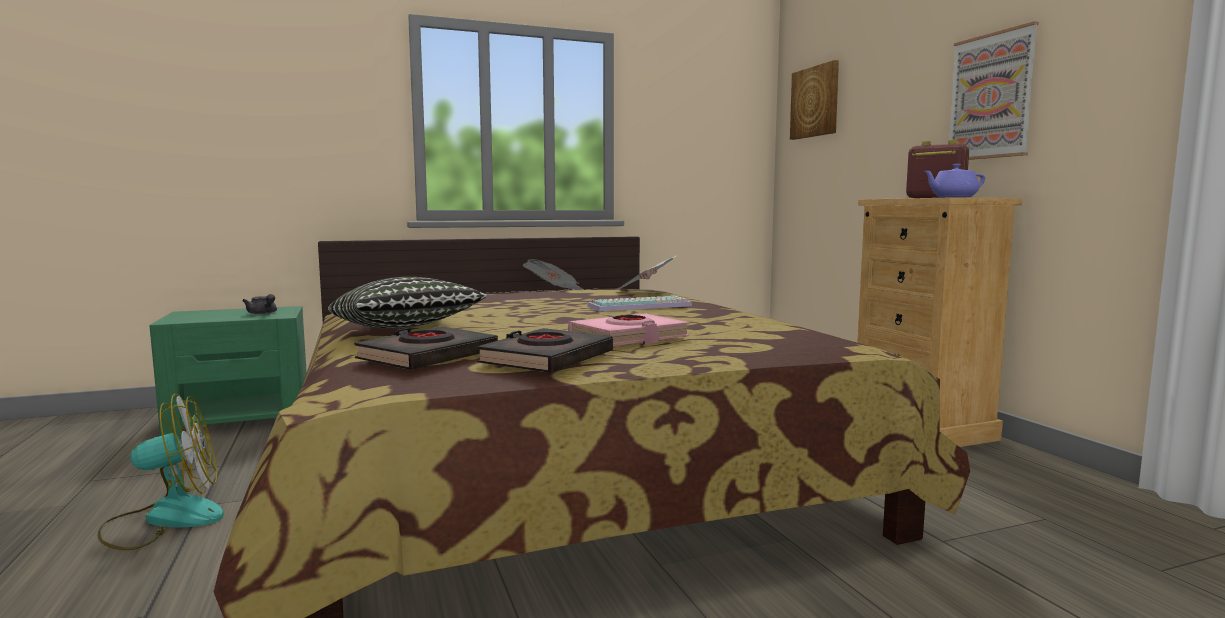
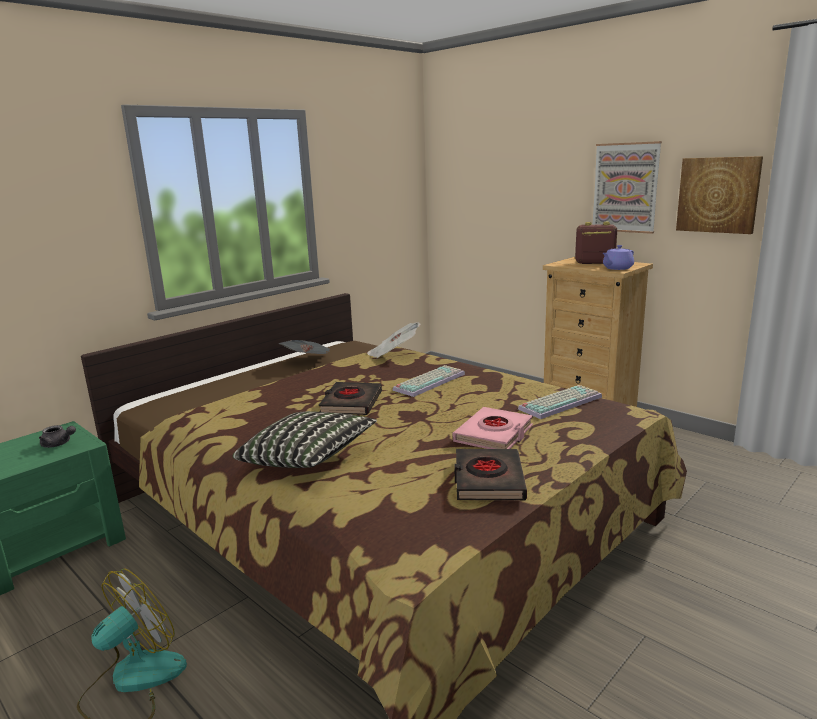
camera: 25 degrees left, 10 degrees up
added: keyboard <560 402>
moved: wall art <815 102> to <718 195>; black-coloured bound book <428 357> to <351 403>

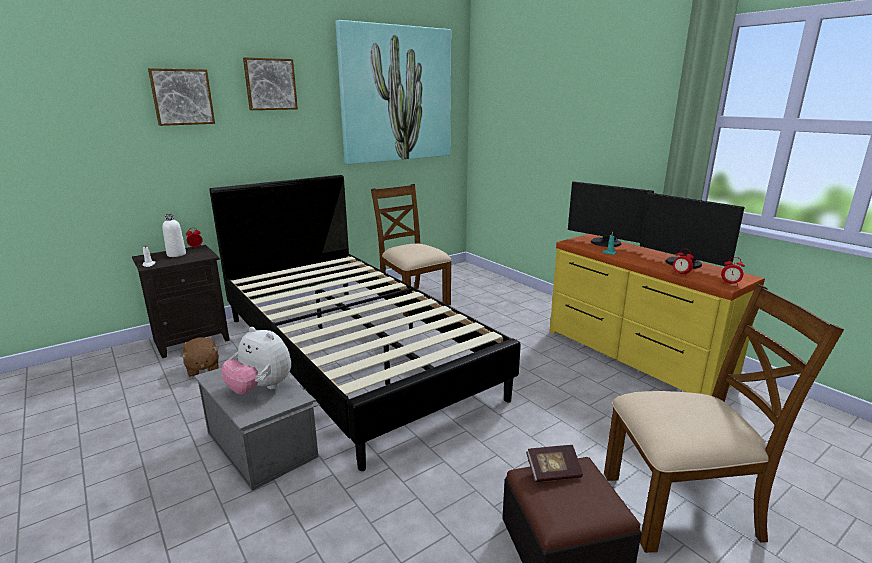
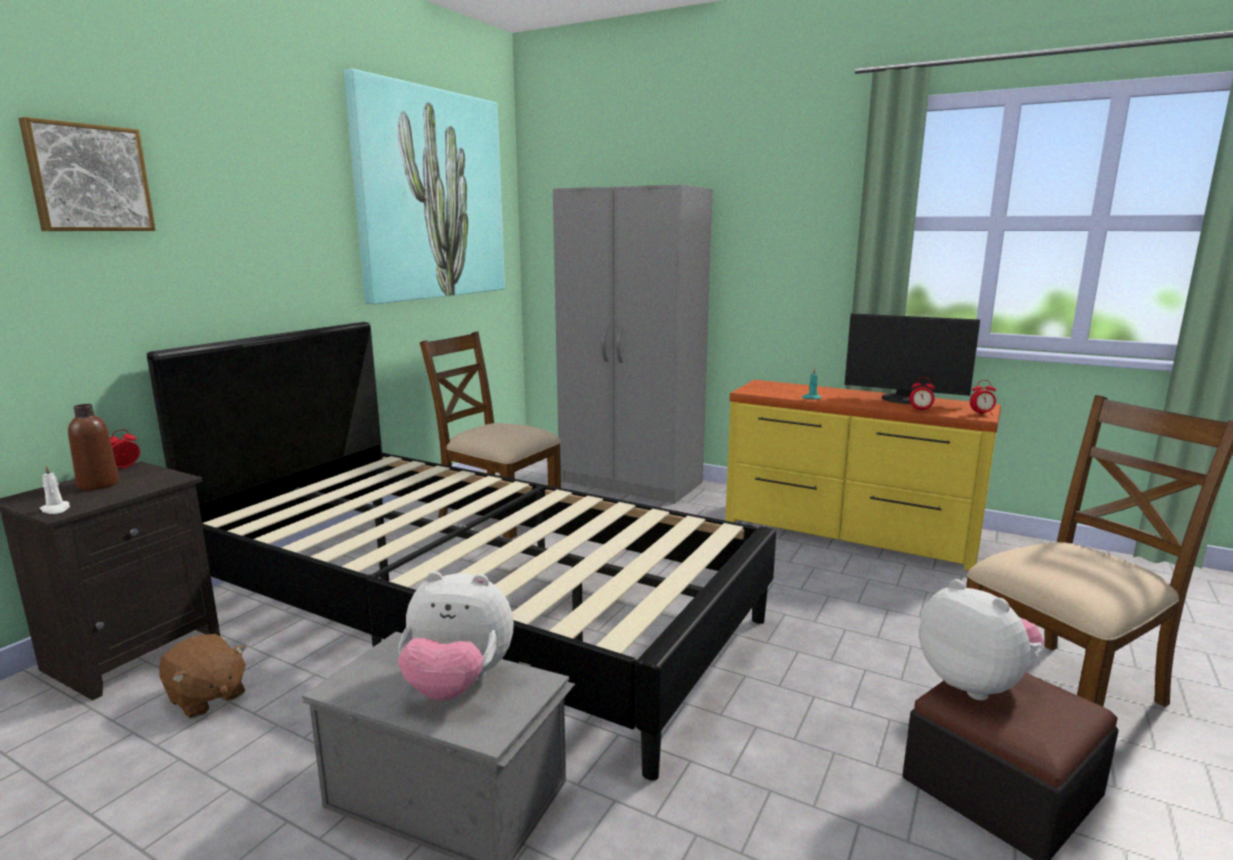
camera: 25 degrees left, 5 degrees down
removed: wall art <270 84>; computer screen <605 243>
added: grey armoire <632 483>
replaced: bound book <553 472> to soft toy <974 683>
recoloured: white-coloured beverage bottle <176 254> to brown-coloured beverage bottle <98 485>

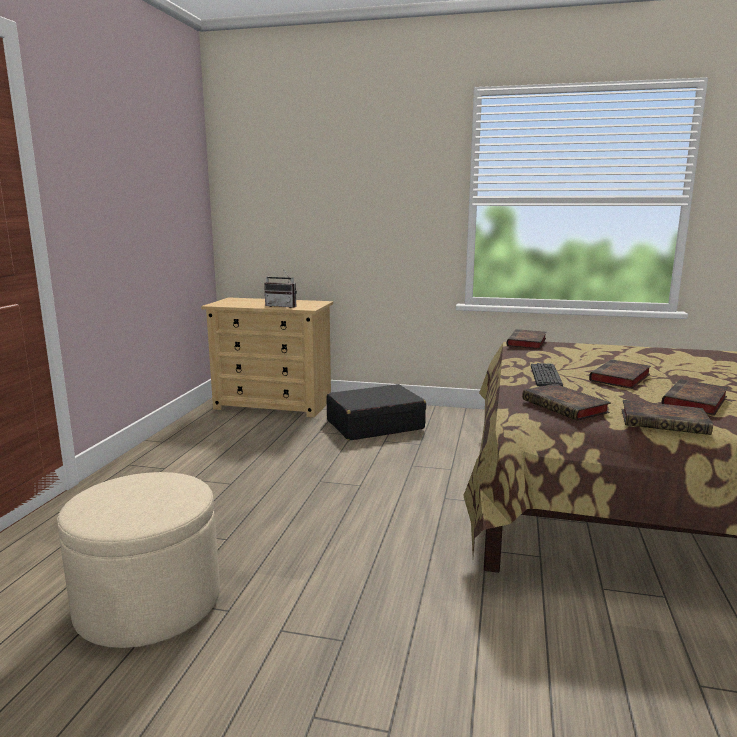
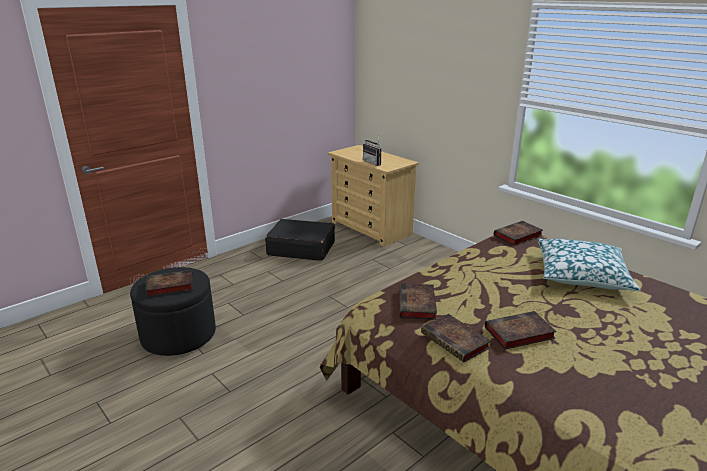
camera: 35 degrees right, 10 degrees up
removed: keyboard <545 376>
added: pillow <581 274>
moved: bound book <620 378> to <169 286>; black-coloured suitcase <374 425> to <301 248>
recoloured: sand-coloured ottoman <148 603> to black-coloured ottoman <179 335>

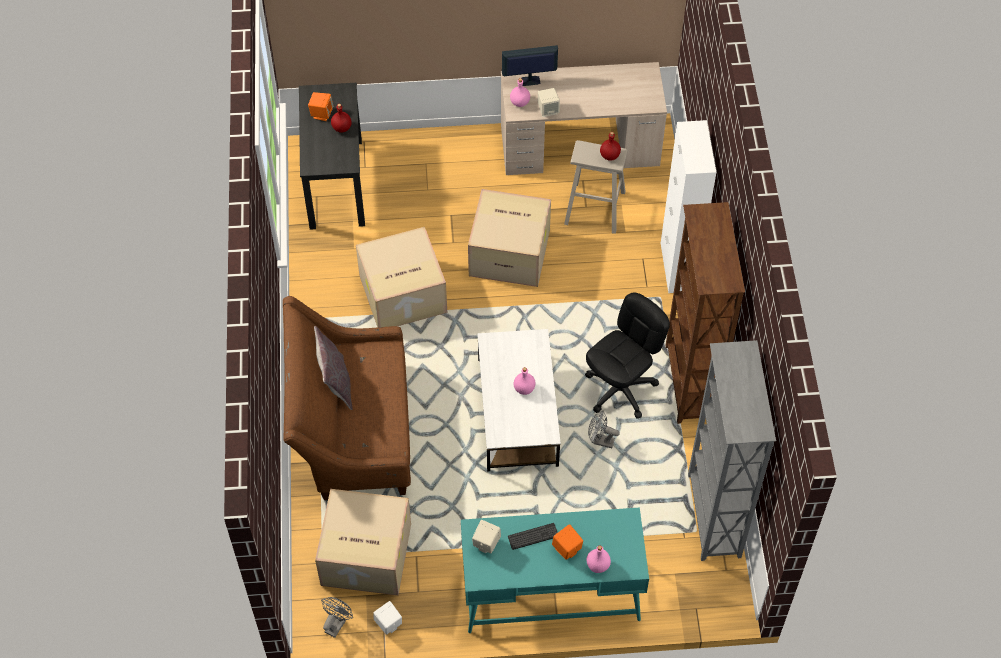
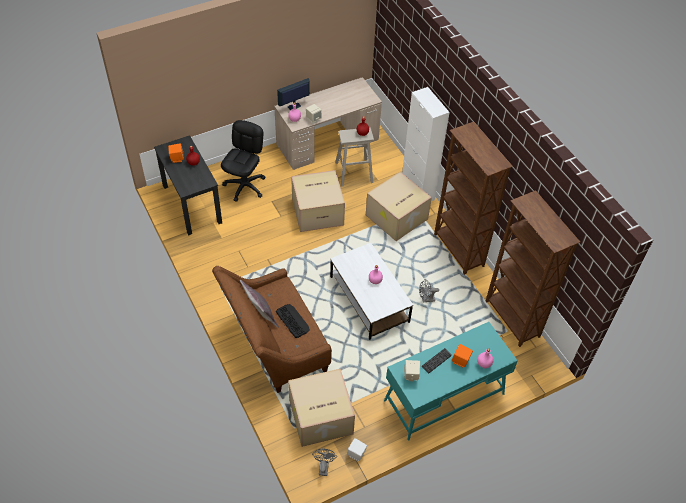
camera: 25 degrees left, 5 degrees down
added: keyboard <292 321>
moved: cardboard box <402 295> to <396 218>; black-coloured office chair <621 389> to <245 186>
recoloured: grey bookcase <713 516> to brown-coloured bookcase <512 319>

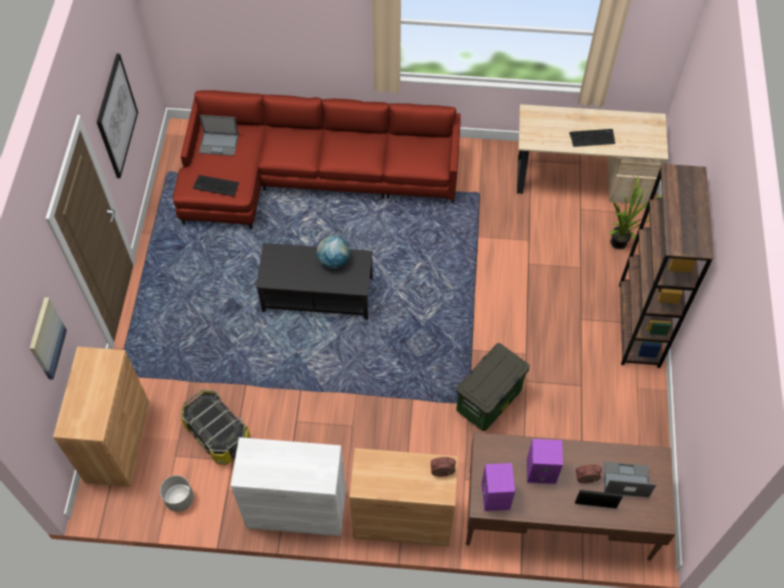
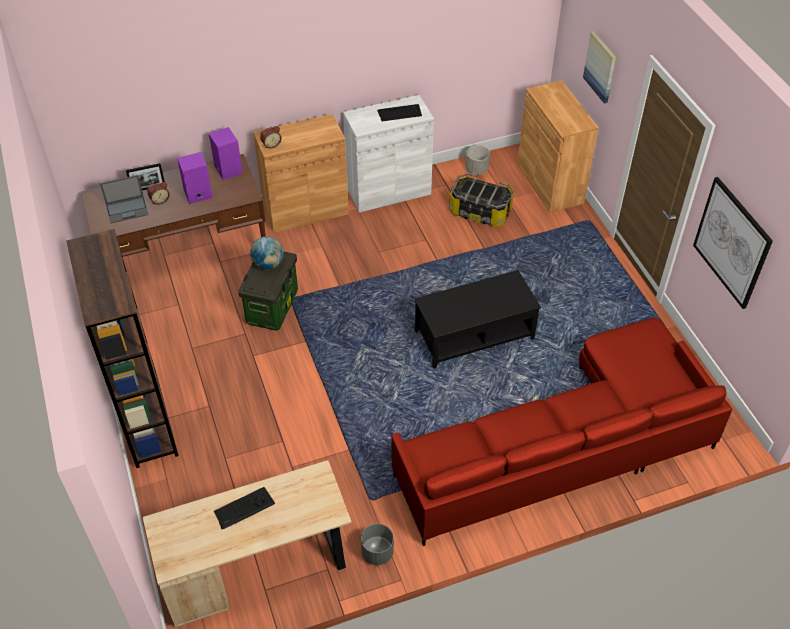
camera: 155 degrees right, 10 degrees down
removed: laptop <219 144>; potted plant <622 245>
added: grey plant pot <377 553>
moved: keyboard <216 186> to <399 113>; world globe <334 260> to <268 264>

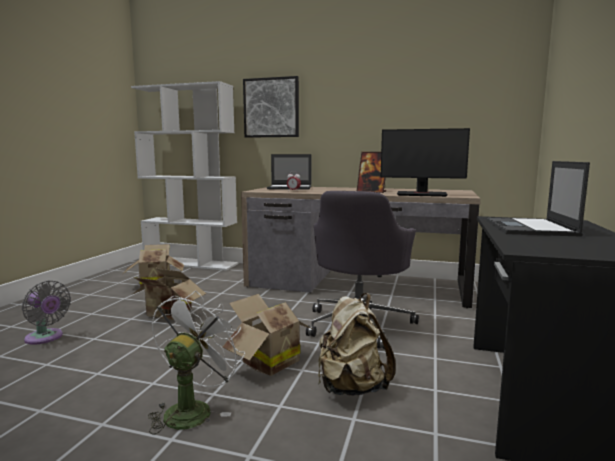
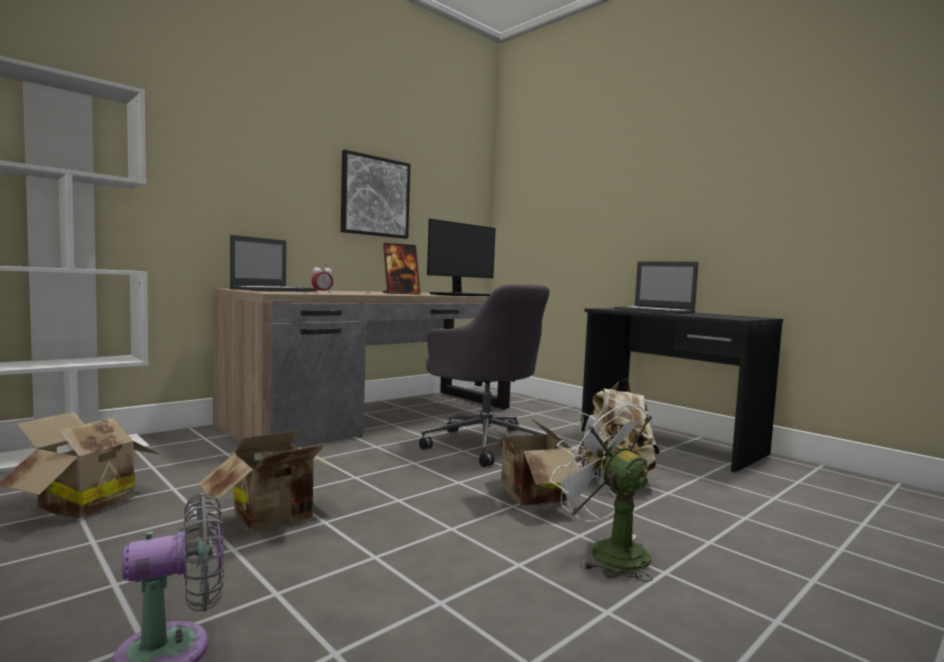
camera: 60 degrees left, 5 degrees down
moved: wall art <271 108> to <375 196>

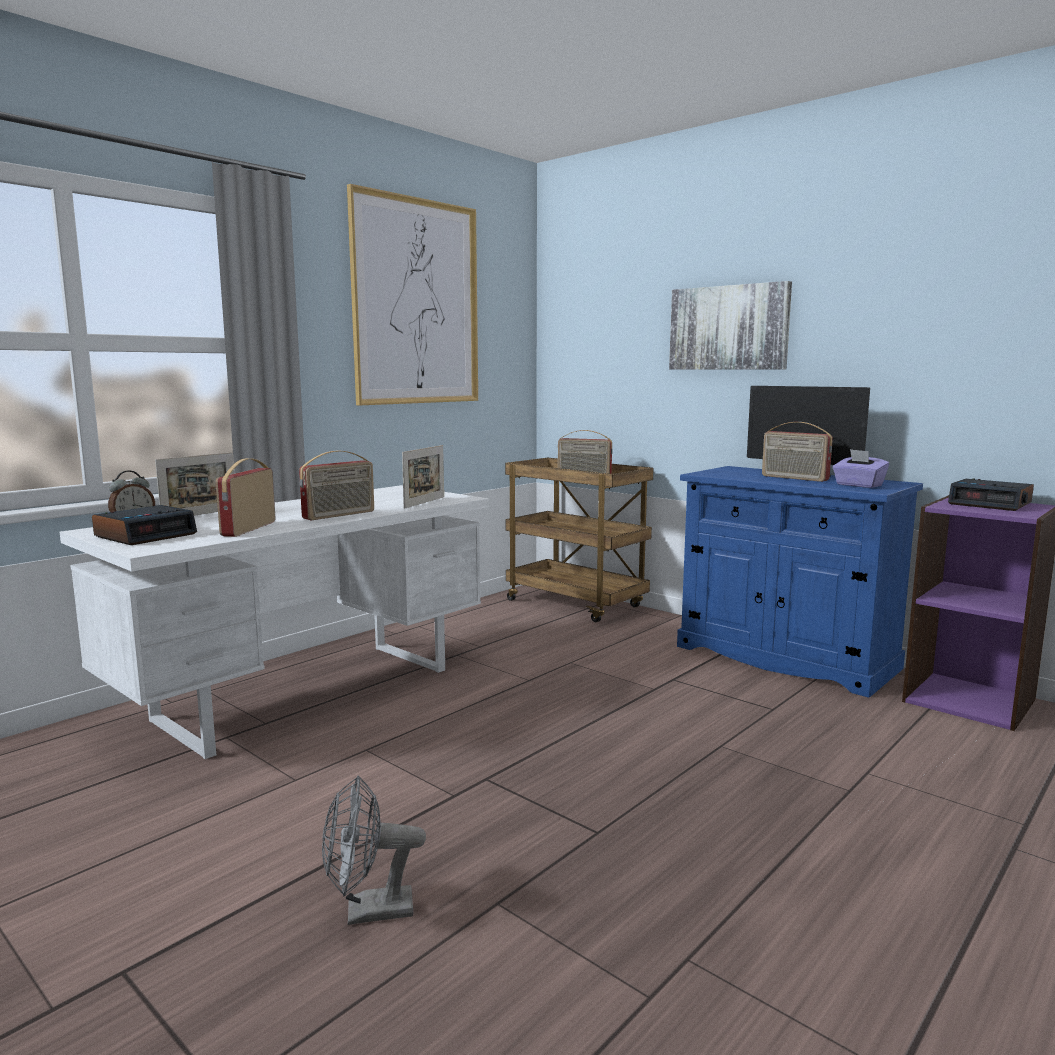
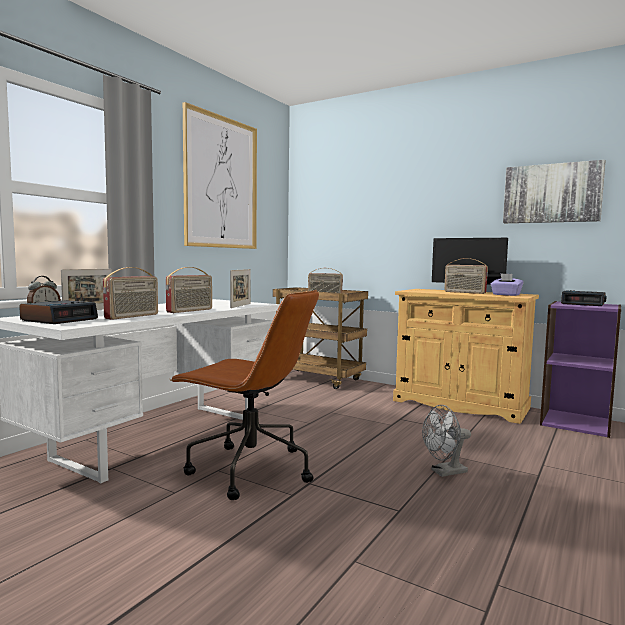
camera: 10 degrees left, 5 degrees down
added: brown-coloured office chair <248 470>
moved: wall art <728 328> to <552 193>; grey cooling fan <368 912> to <444 472>
recoloured: blue storage cabinet <785 657> to sand-coloured storage cabinet <460 404>
turned: radio receiver <248 528> = <132 316> 150 degrees counterclockwise

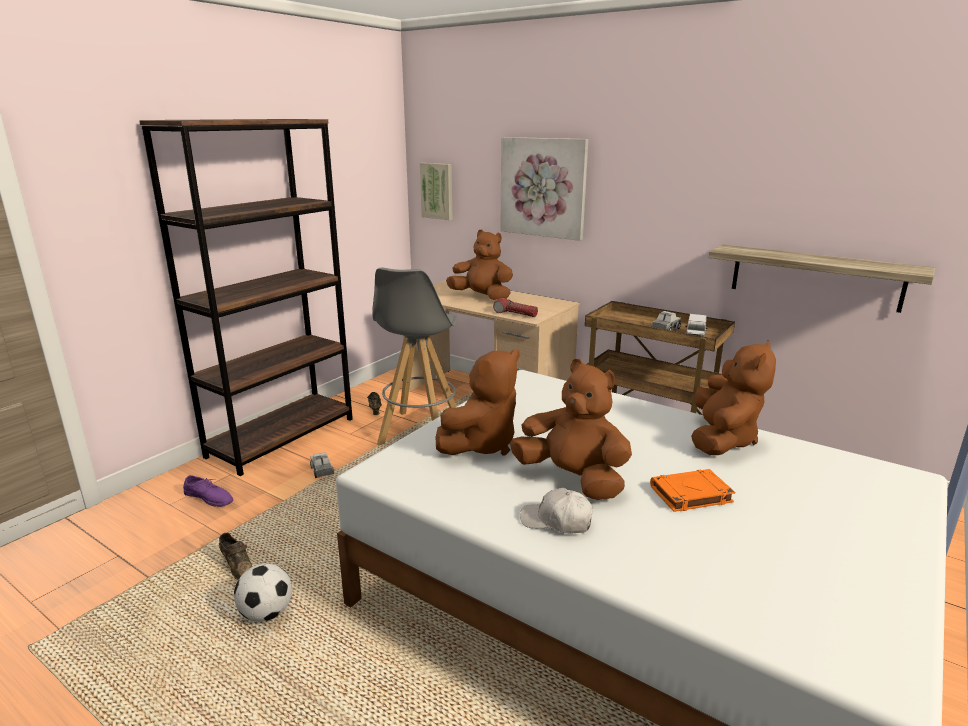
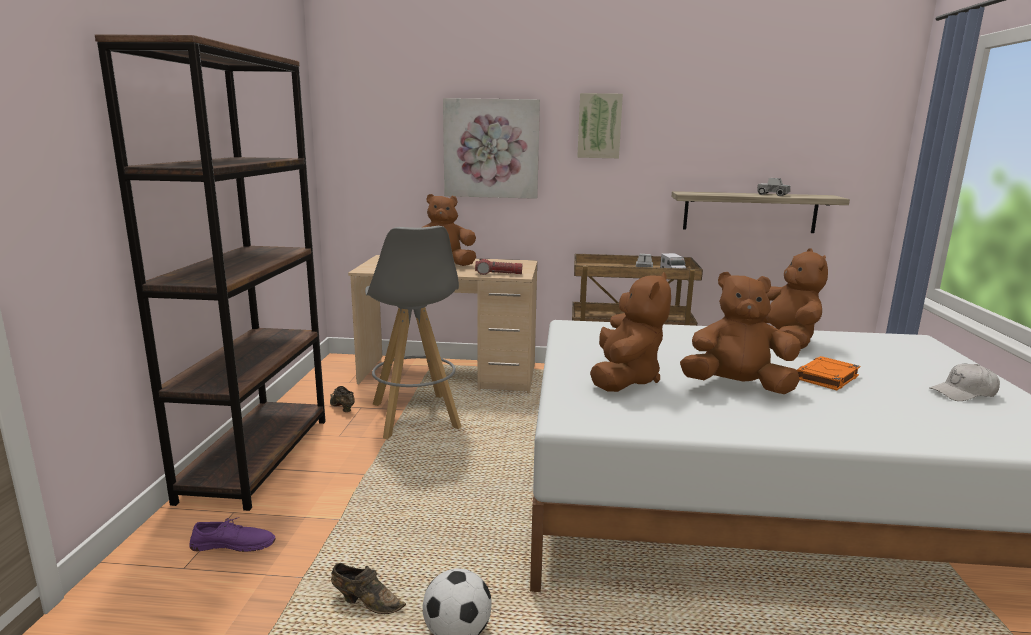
camera: 30 degrees left, 5 degrees down
moved: wall art <437 191> to <599 126>; toy lorry <322 471> to <773 194>; white-coloured peaked cap <557 521> to <963 393>

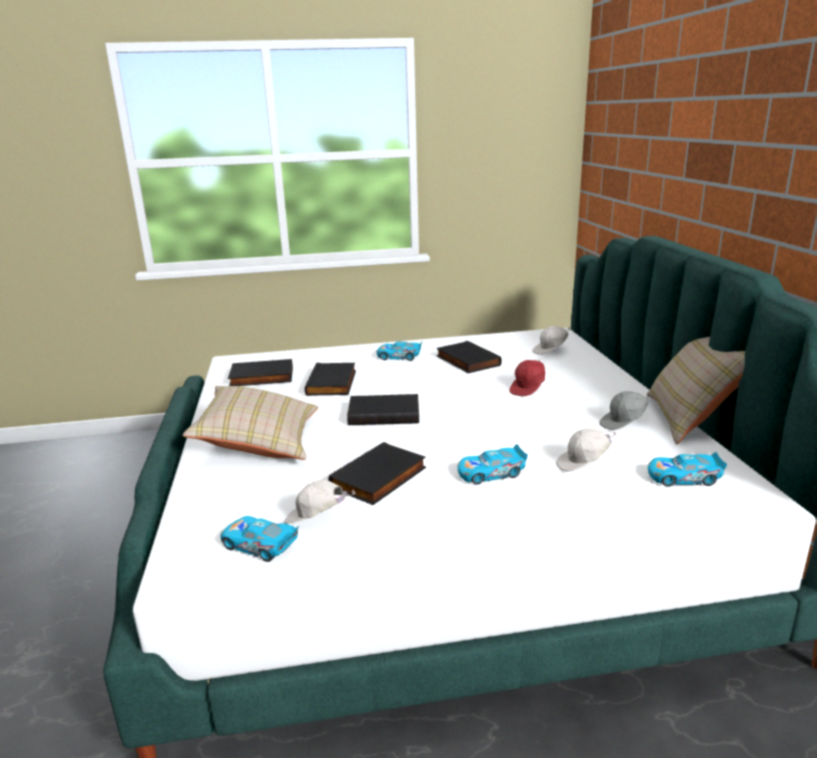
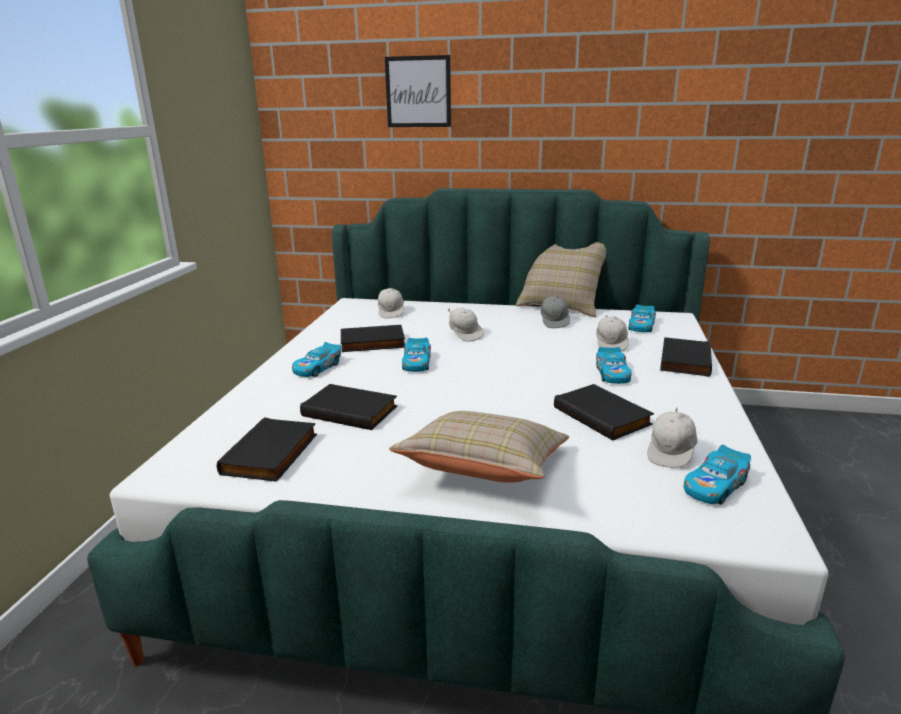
camera: 70 degrees left, 0 degrees up
added: wall art <418 92>; toy car <417 363>
moved: black-coloured bound book <384 413> to <683 360>
recoloured: red peaked cap <528 389> to white-coloured peaked cap <465 334>

